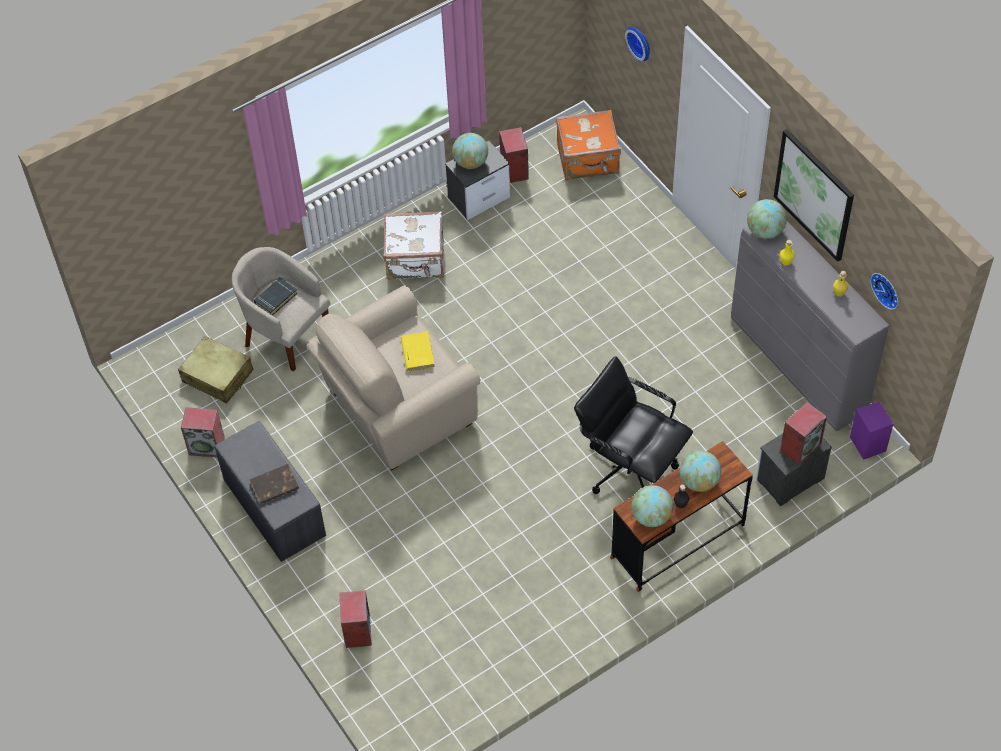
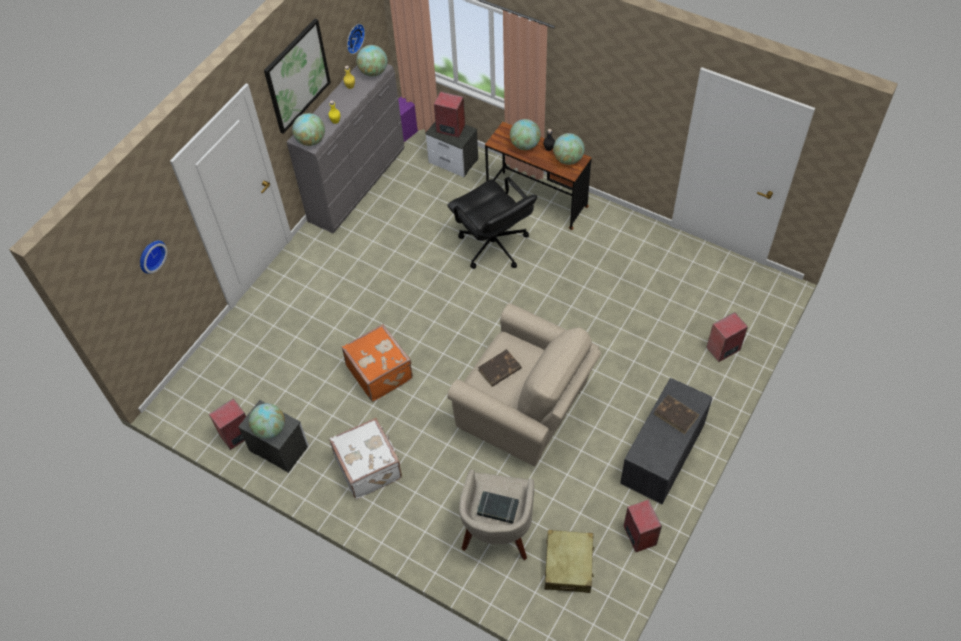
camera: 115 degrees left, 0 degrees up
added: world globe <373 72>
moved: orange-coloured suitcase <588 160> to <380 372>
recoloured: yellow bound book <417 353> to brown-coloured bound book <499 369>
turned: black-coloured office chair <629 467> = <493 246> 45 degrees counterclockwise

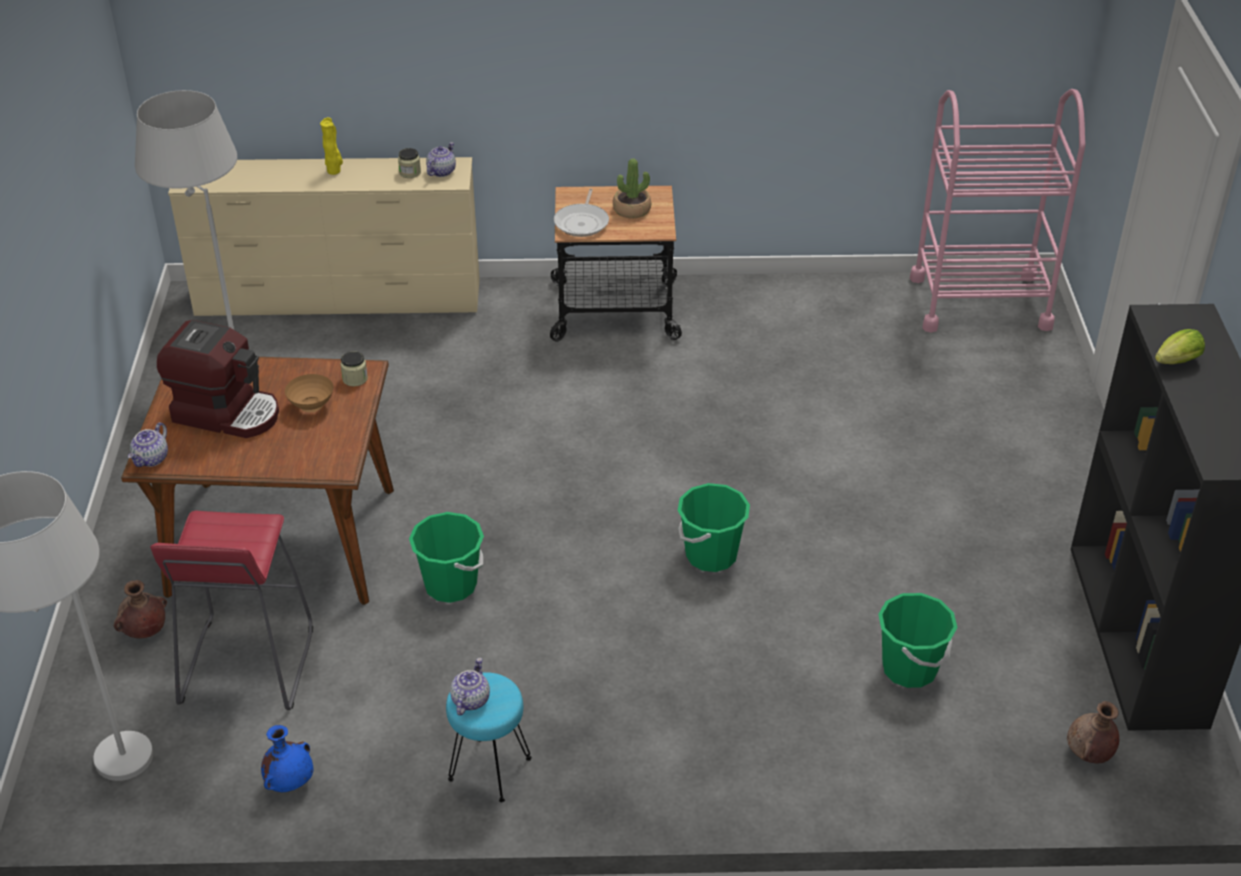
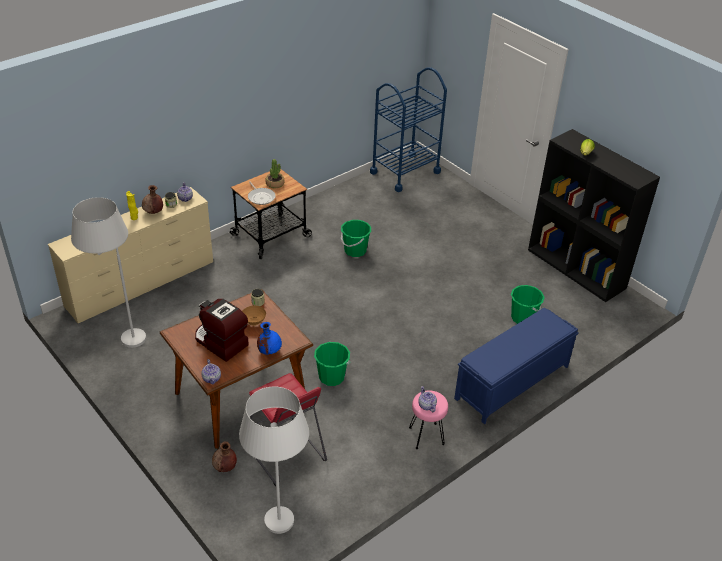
camera: 40 degrees left, 0 degrees up
added: blue bench <511 383>
moved: green pail <711 555> to <355 250>; brown-coloured flower vase <1088 754> to <153 212>; blue flower vase <290 782> to <269 351>
recoloured: pinkish trolley <979 302> to blue trolley <405 172>; turquoise-coloured sitting stool <489 770> to pinkish sitting stool <426 436>
turned: coffee machine <227 412> = <220 343> 120 degrees counterclockwise

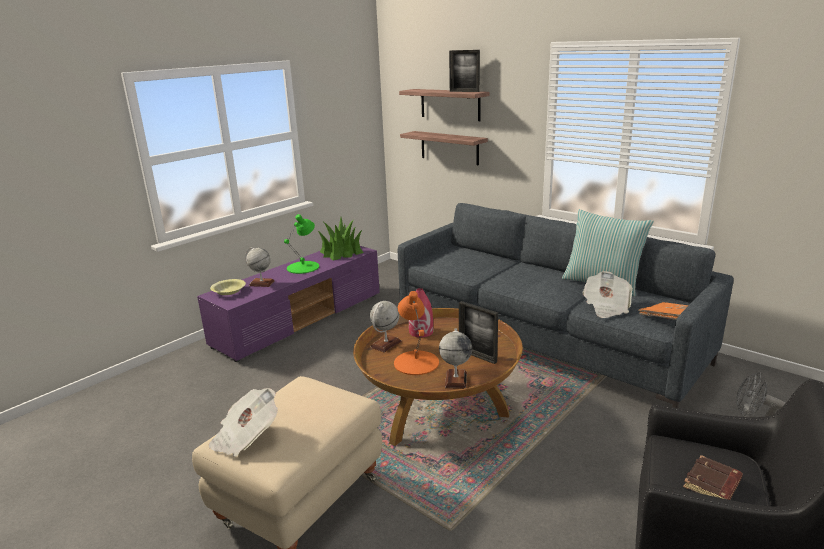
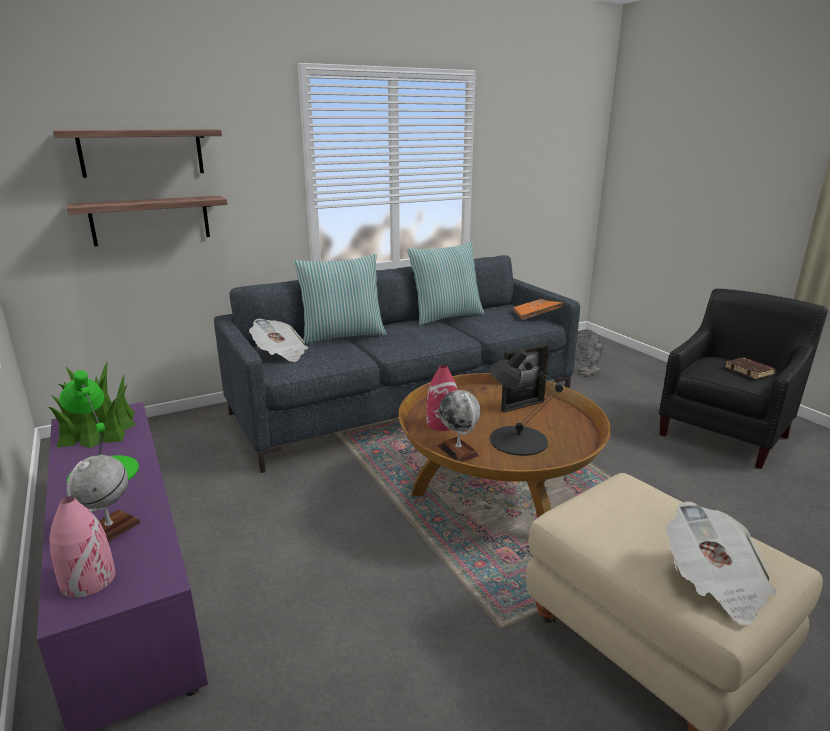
camera: 70 degrees left, 0 degrees up
removed: picture frame <464 91>; world globe <455 379>
added: pillow <342 335>
moved: printed paper <606 307> to <280 354>
replaced: yellow deep dish <229 291> to pinkish flower vase <87 580>
recoloured: orange-coloured tabletop lamp <416 362> to black-coloured tabletop lamp <517 440>

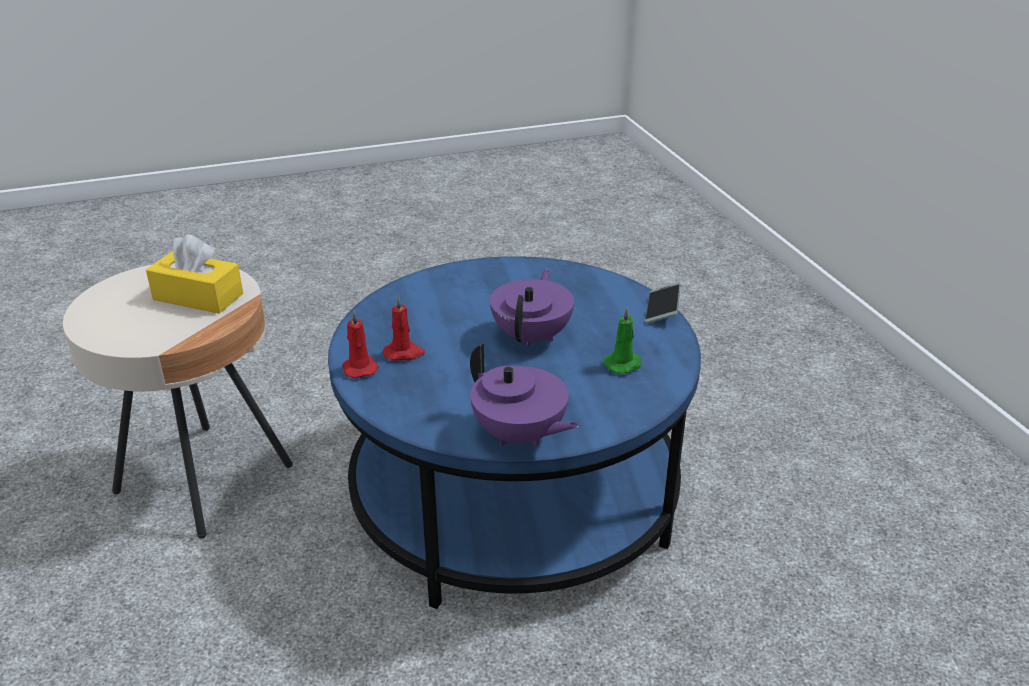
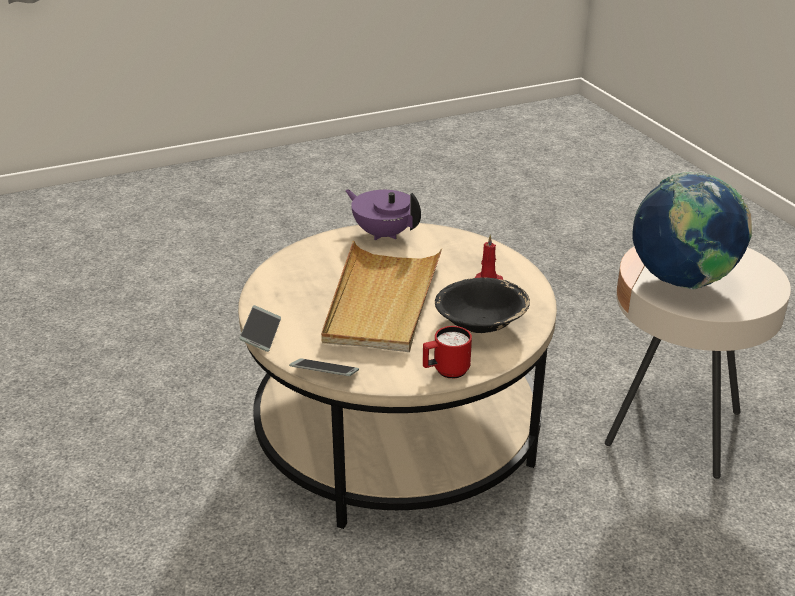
camera: 175 degrees right, 0 degrees up
removed: green candle <624 364>; red candle <359 368>
added: black-coloured deep dish <480 323>; red tea mug <446 371>; handset <324 373>
replaced: yellow box of tissues <198 297> to world globe <682 282>; purple-coloured pot for tea <532 336> to sand-coloured serving tray <382 301>
recoloured: blue lounge table <514 495> to sand-coloured lounge table <397 430>

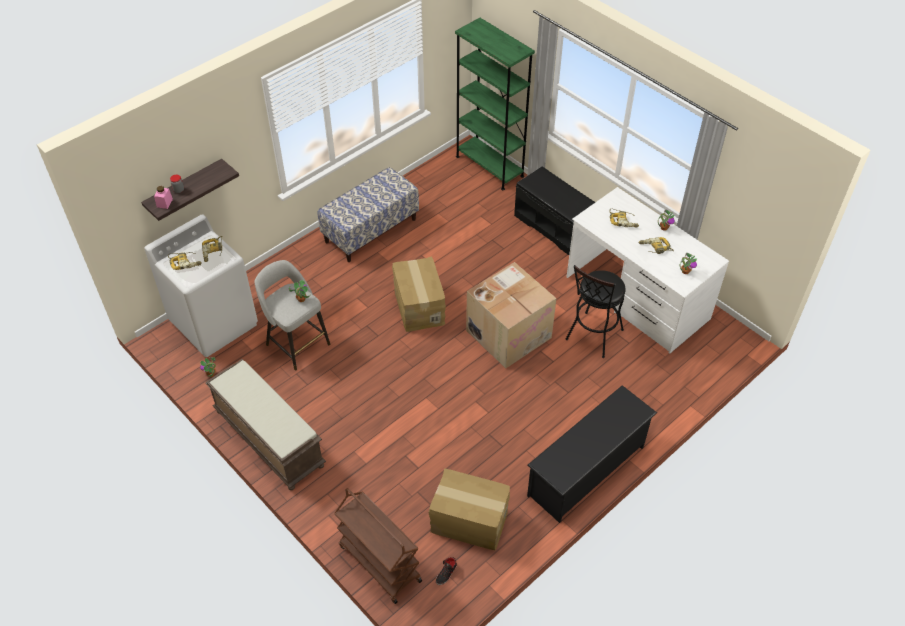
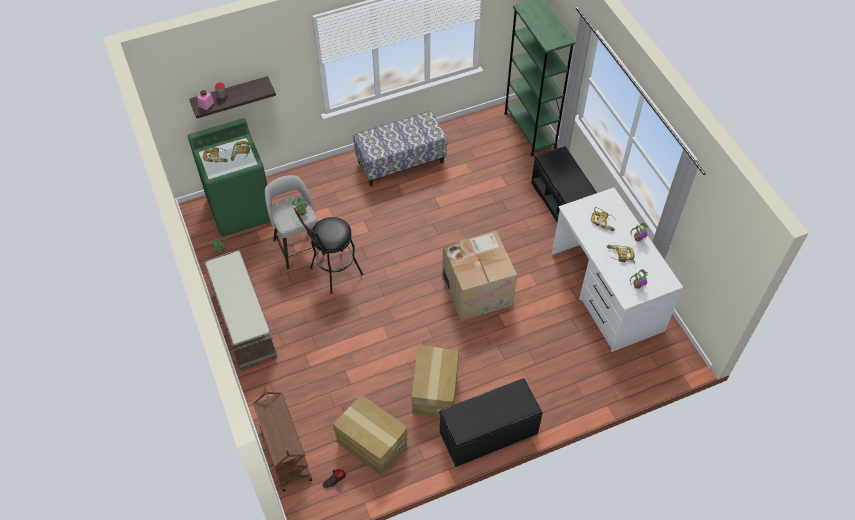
camera: 20 degrees right, 5 degrees up
moved: cardboard box <418 306> to <434 391>; black-coloured sitting stool <592 337> to <332 273>
replaced: black-coloured shoe rack <586 471> to black-coloured bench <489 433>
recoloured: white-coloured washing machine <214 323> to green washing machine <241 208>

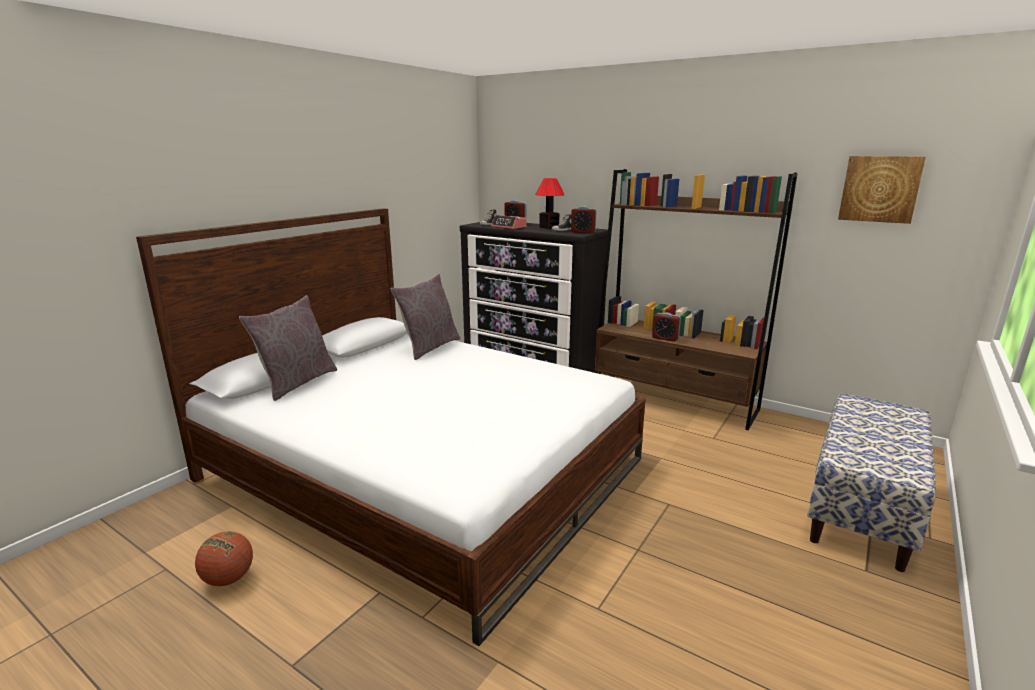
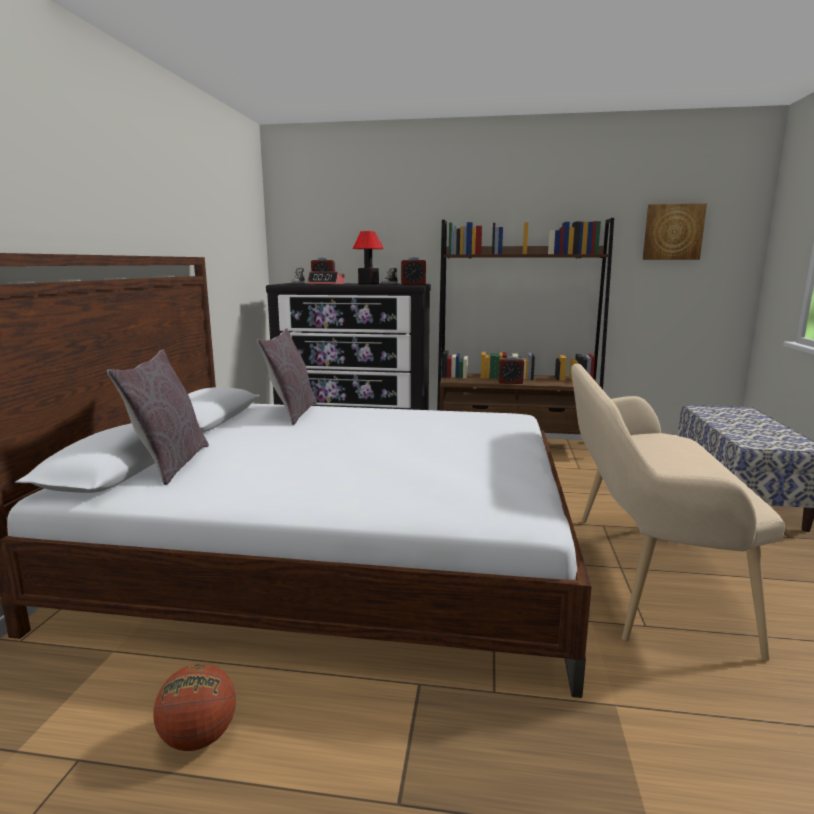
camera: 25 degrees left, 5 degrees down
added: sand-coloured bench <641 573>

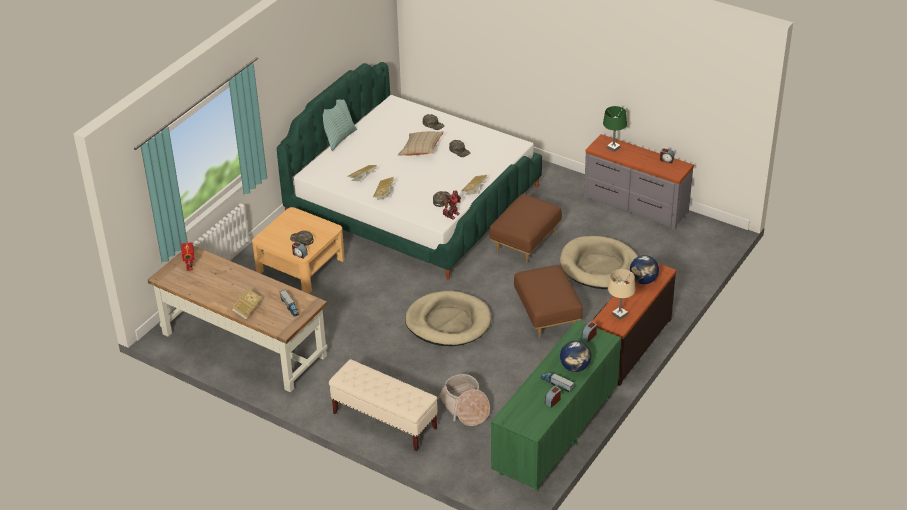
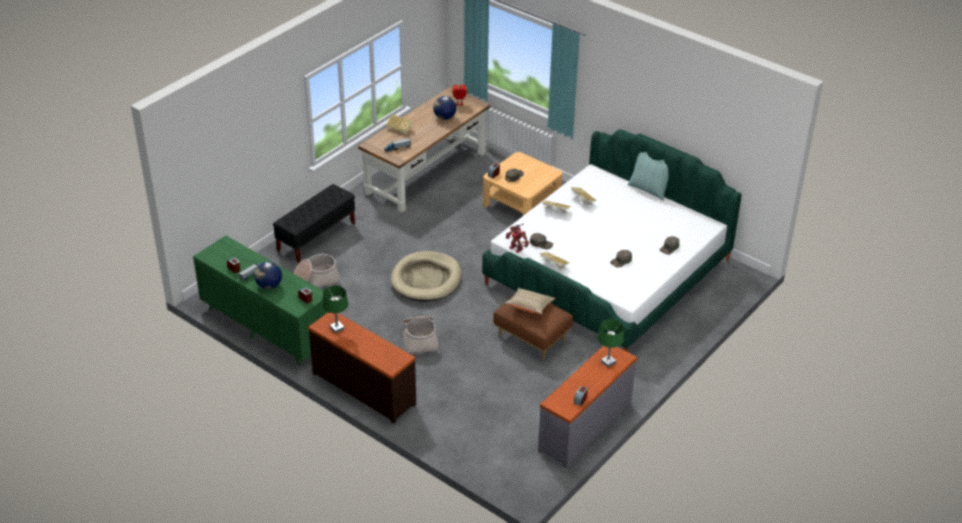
camera: 95 degrees right, 0 degrees up
removed: sand-coloured dog cushion <600 266>
moved: sand-coloured pillow <421 150> to <529 307>; world globe <643 281> to <444 117>
replaced: brown-coloured ottoman <546 316> to storage basket <420 339>
recoloured: sand-coloured tabletop lamp <620 314> to green tabletop lamp <337 328>; sand-coloured bench <384 421> to black-coloured bench <316 237>

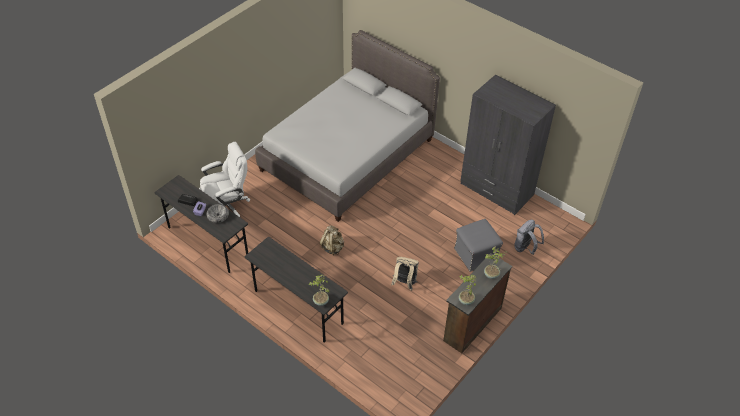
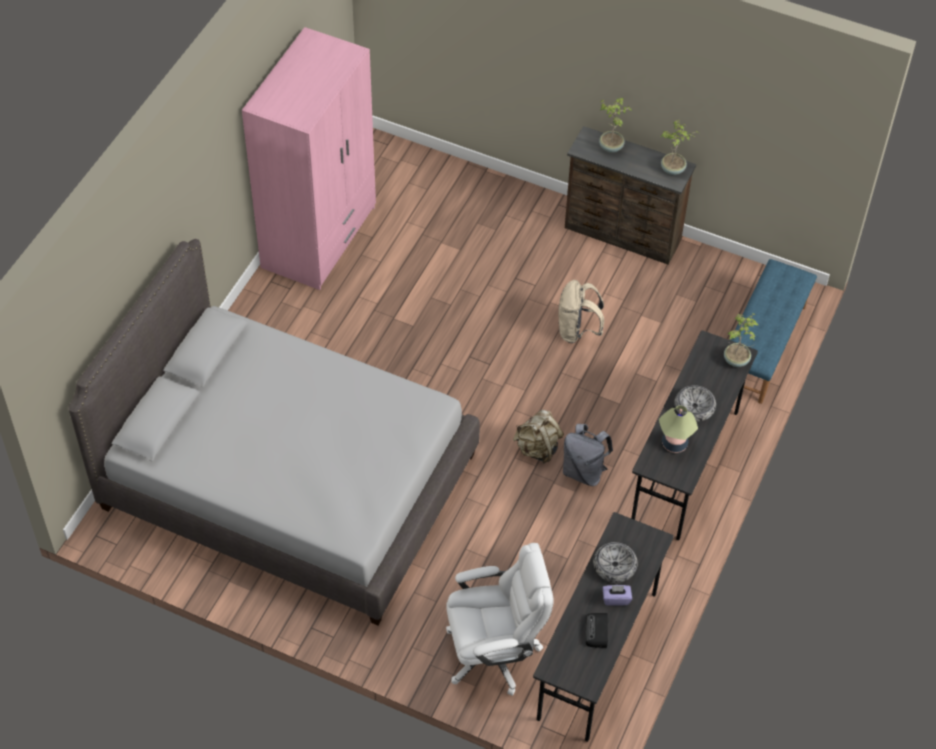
camera: 105 degrees left, 5 degrees up
removed: grey ottoman <476 255>
added: blue bench <763 347>; deep dish <694 407>; tabletop lamp <674 443>
moved: grey backpack <525 248> to <584 471>
recoloured: grey armoire <496 190> to pinkish armoire <320 237>
turned: white-coloured office chair <228 206> = <494 652> 120 degrees clockwise

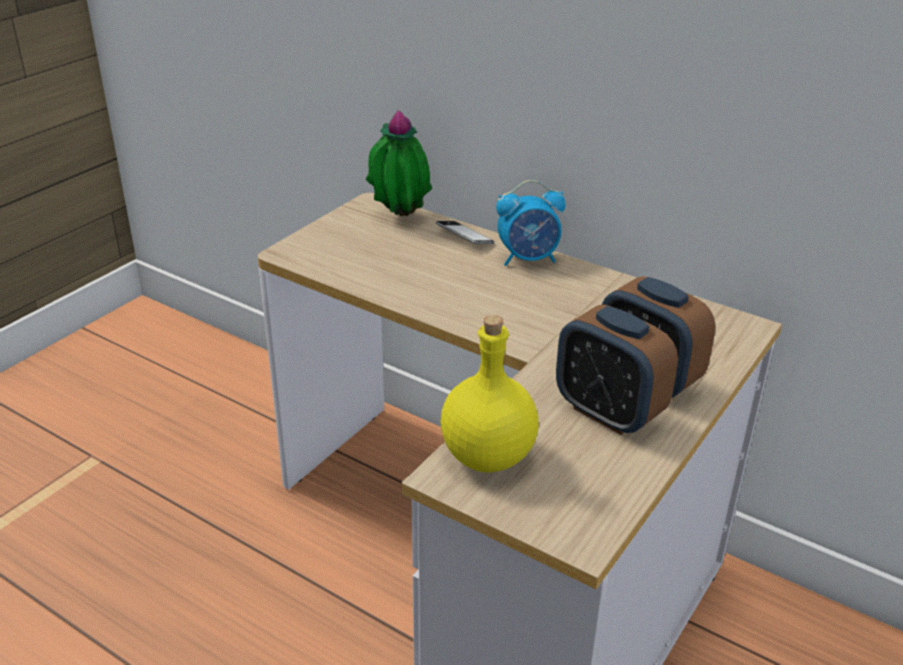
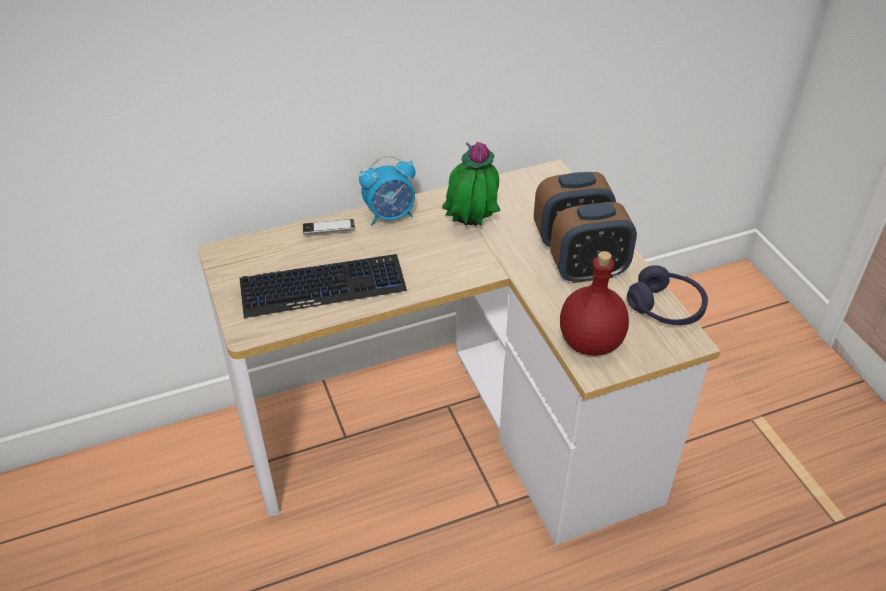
camera: 55 degrees left, 10 degrees up
added: keyboard <323 287>; purple-coloured pair of headphones <666 307>
moved: potted plant <399 218> to <471 227>
recoloured: yellow beverage bottle <486 457> to red beverage bottle <590 343>
turned: table clock <528 259> = <390 216> 45 degrees clockwise

